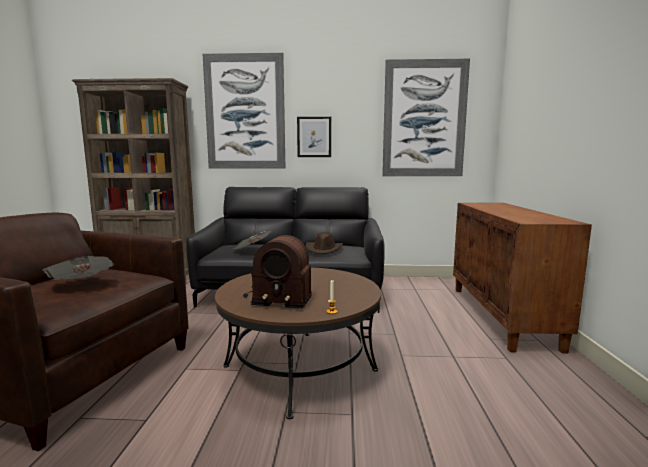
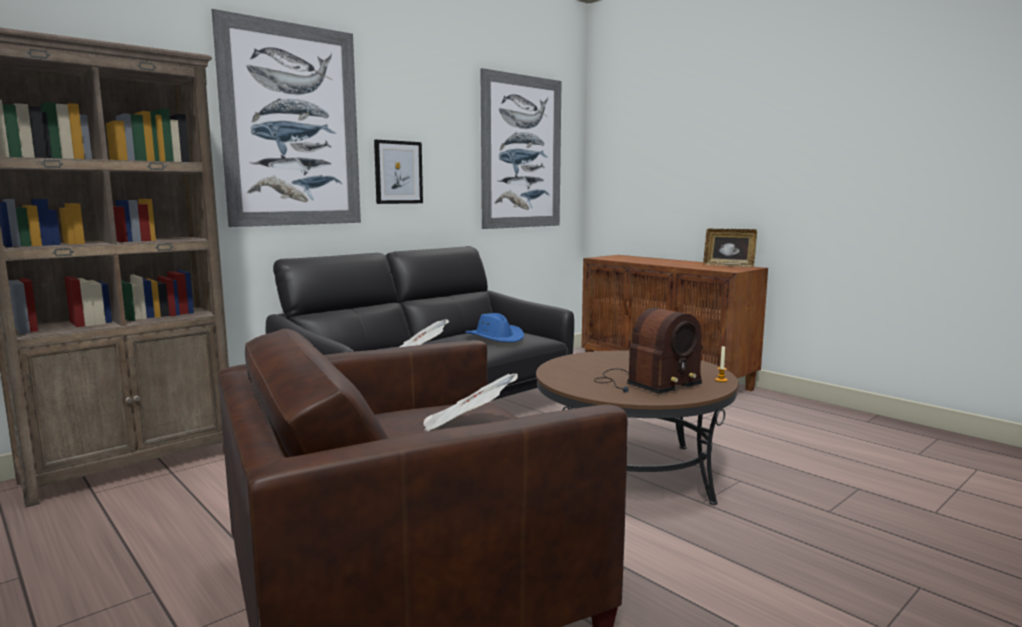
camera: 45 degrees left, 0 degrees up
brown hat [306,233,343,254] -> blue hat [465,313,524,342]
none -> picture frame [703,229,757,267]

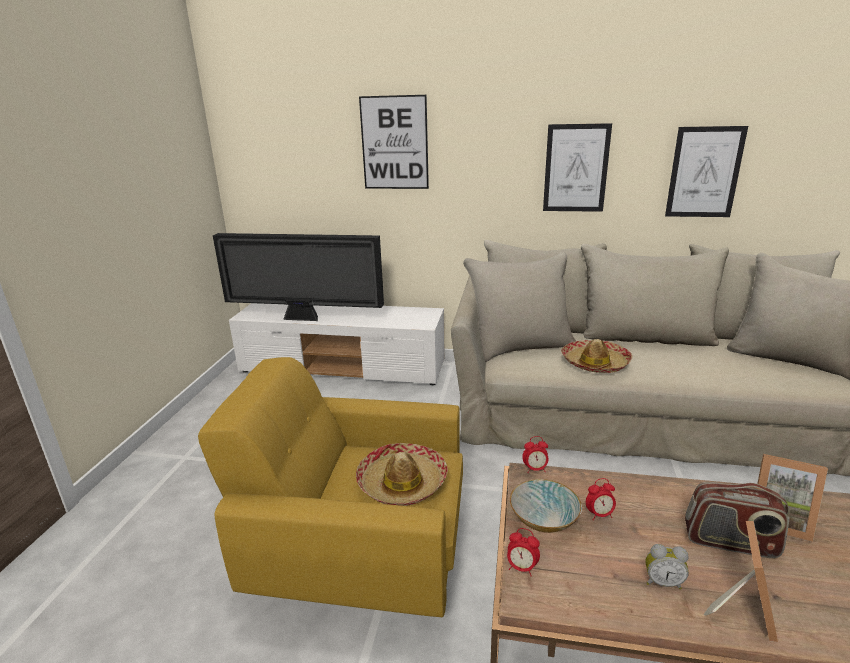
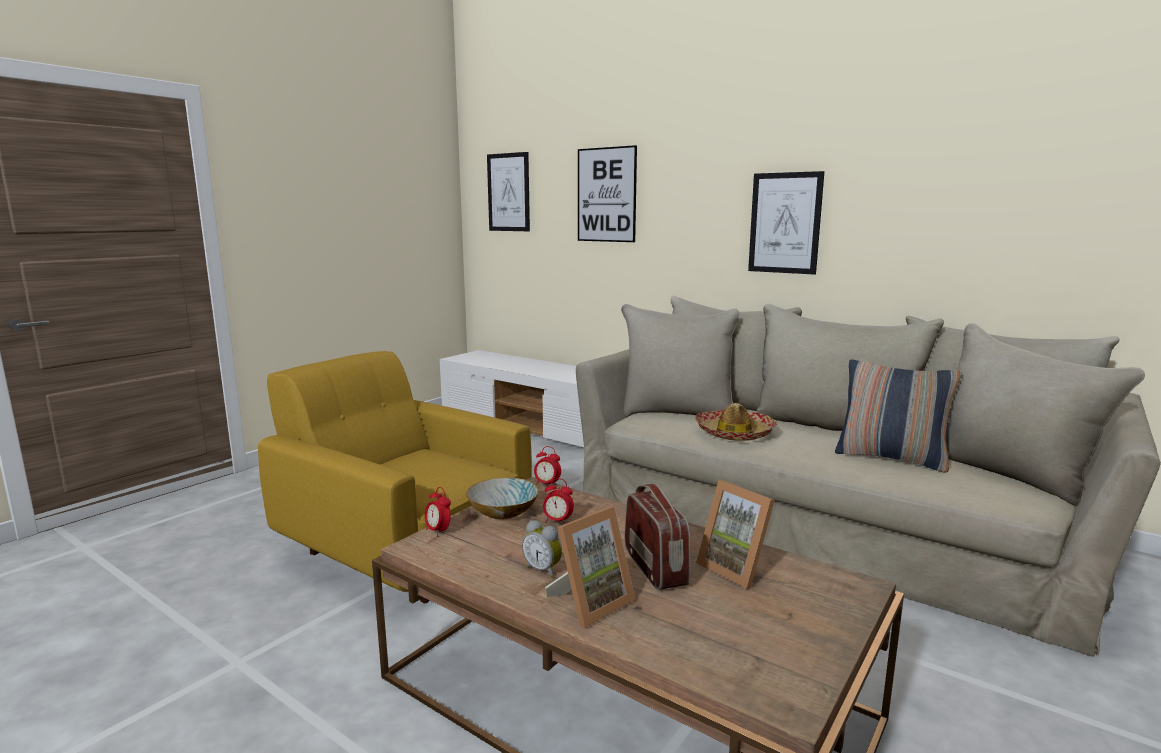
camera: 25 degrees right, 10 degrees down
picture [665,126,748,217] -> picture [487,152,530,231], moved
radio [685,482,790,558] -> radio [625,484,690,590], 150 degrees counterclockwise
none -> pillow [835,359,962,472]
television [213,233,384,321] -> none
hat [356,443,448,506] -> none

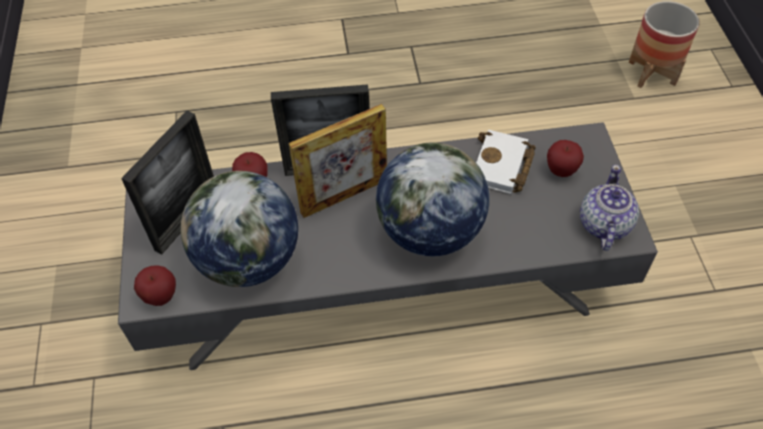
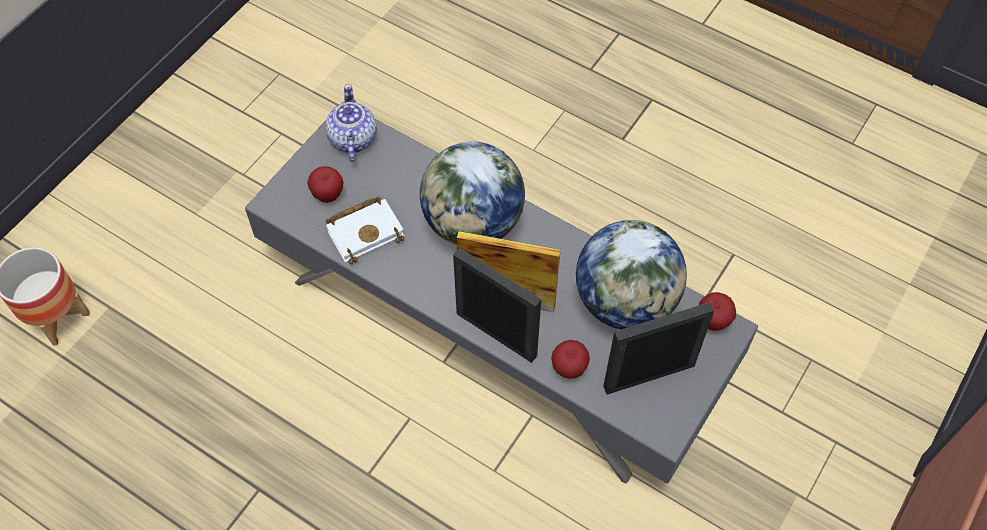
camera: 140 degrees left, 5 degrees up
teapot [580,165,639,251] -> teapot [325,84,377,162], 120 degrees clockwise

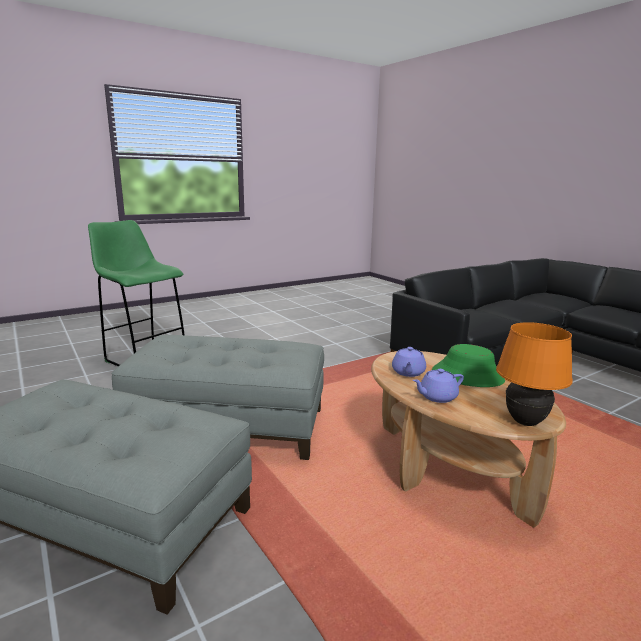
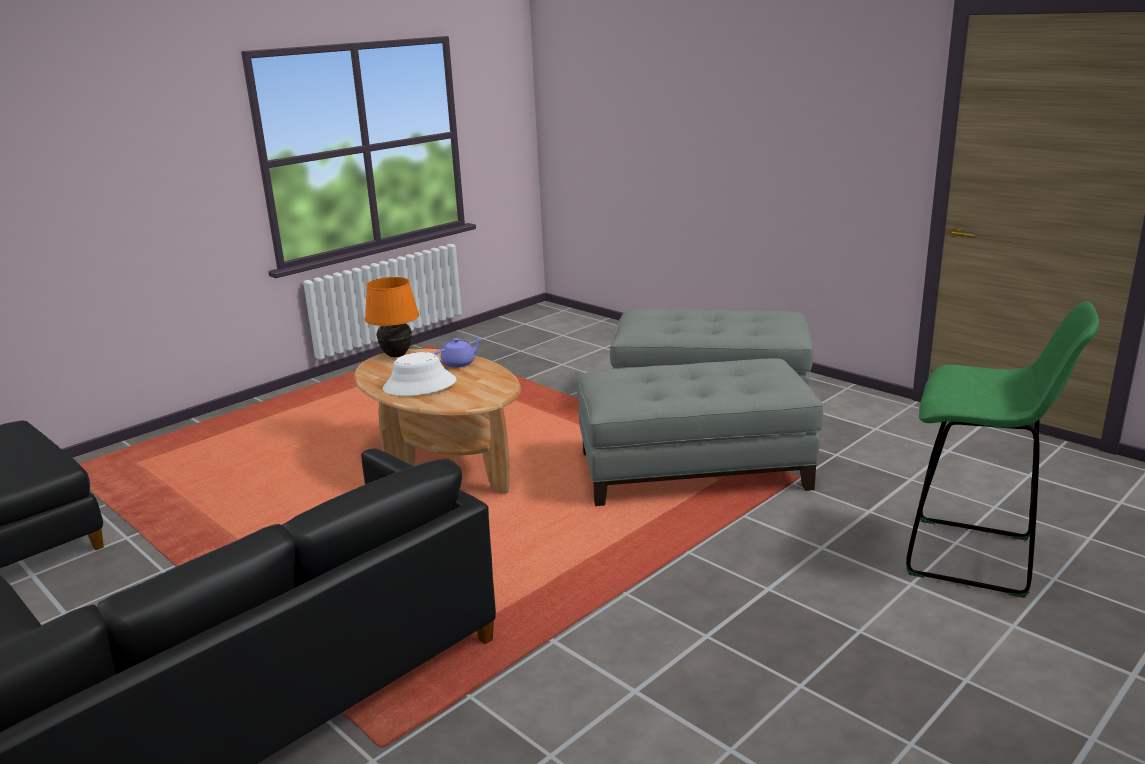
camera: 170 degrees right, 5 degrees up
green hat [432,344,505,387] -> white hat [383,352,457,396]
purple teapot [392,347,426,377] -> none

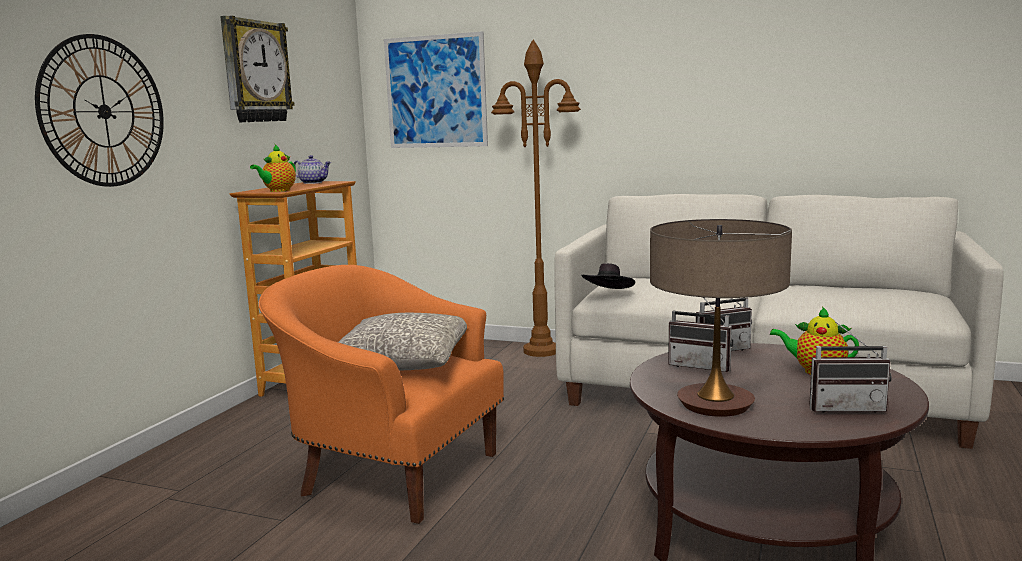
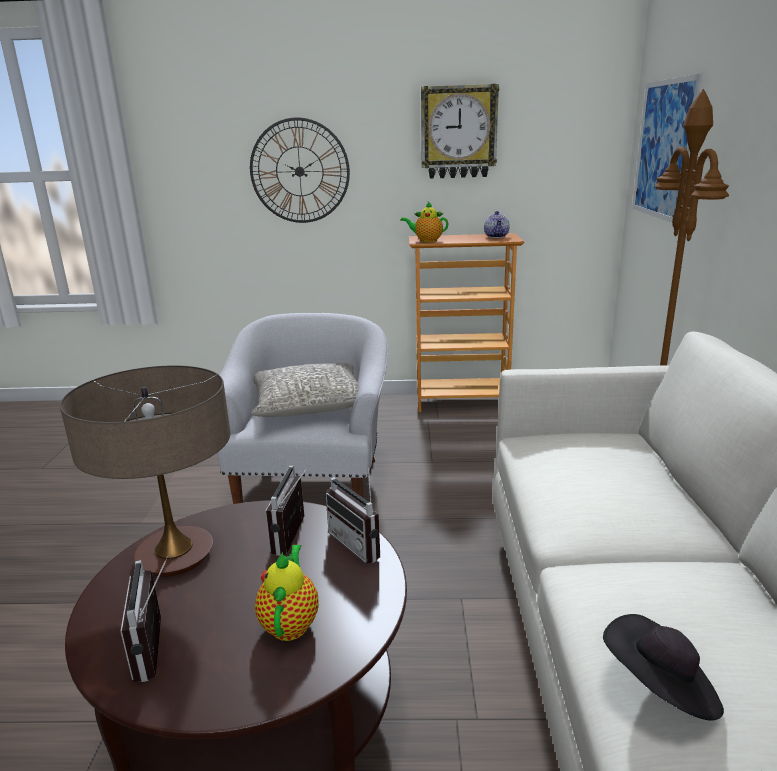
camera: 70 degrees right, 10 degrees up
orange armchair [259,265,504,524] -> white armchair [217,313,388,504]
black hat [581,263,635,289] -> black hat [603,614,724,720], moved

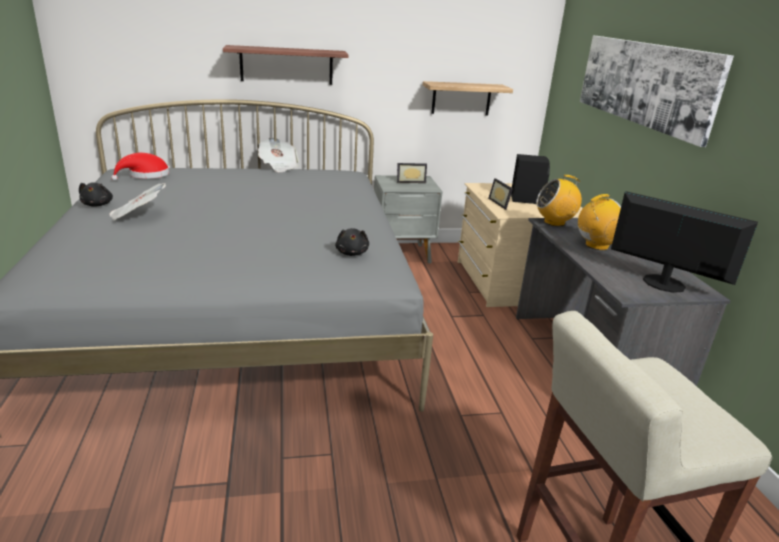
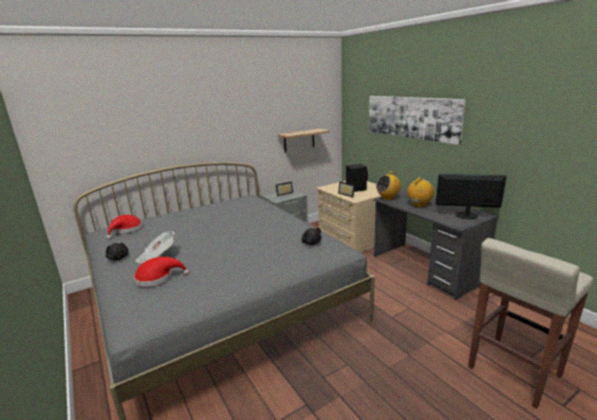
camera: 20 degrees left, 5 degrees down
none -> red hat [134,257,189,287]
shelf [223,45,349,85] -> none
newspaper [258,137,299,172] -> none

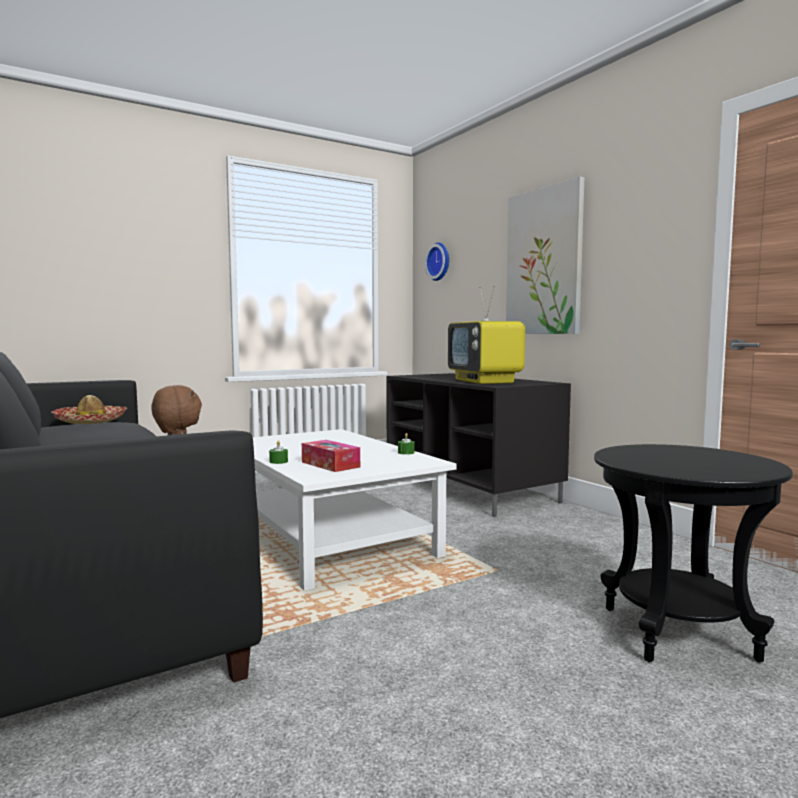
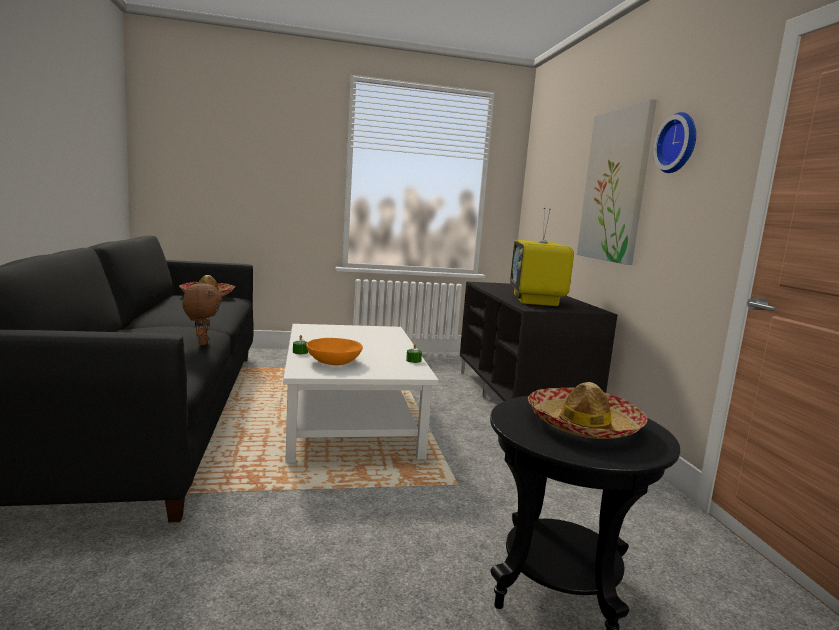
camera: 20 degrees right, 5 degrees up
tissue box [302,440,360,472] -> orange bowl [306,338,363,365]
none -> hat [528,382,648,439]
wall clock [425,242,449,281] -> wall clock [653,112,696,173], moved

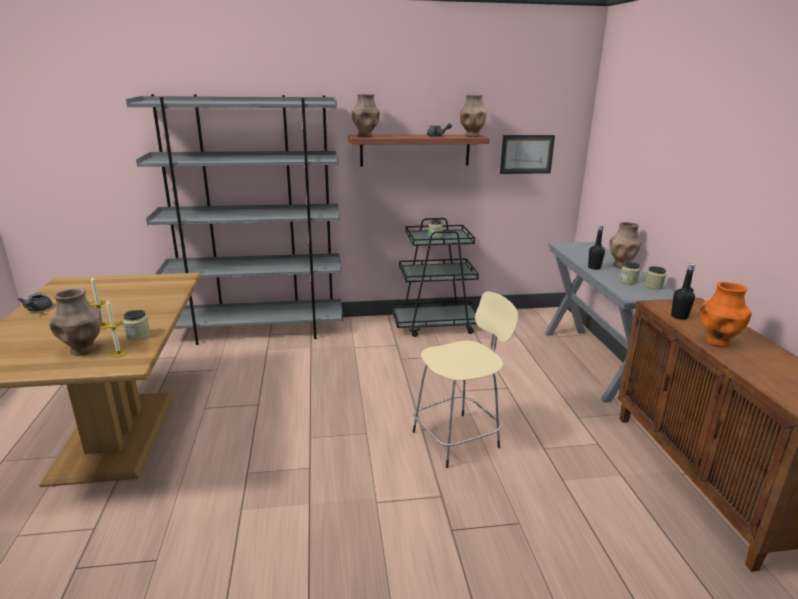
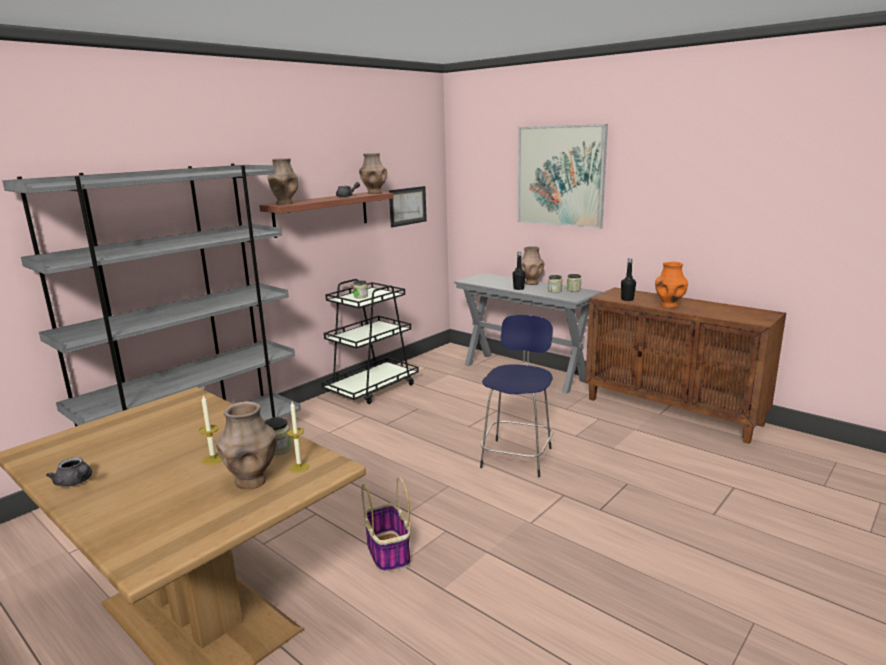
camera: 40 degrees left, 5 degrees down
none -> basket [362,476,411,572]
beige stool [413,291,519,468] -> blue stool [480,315,553,477]
none -> picture [517,124,608,229]

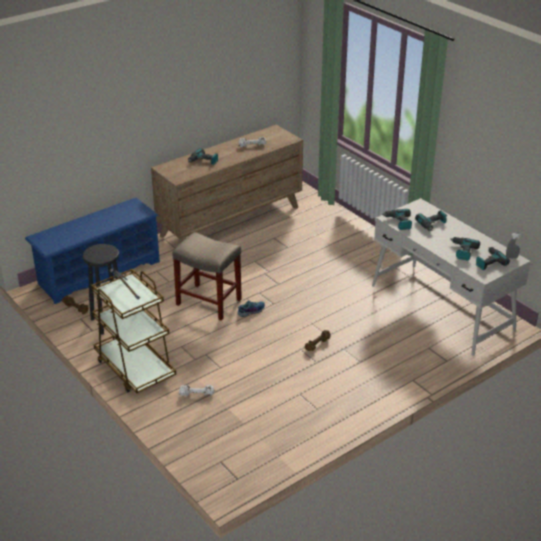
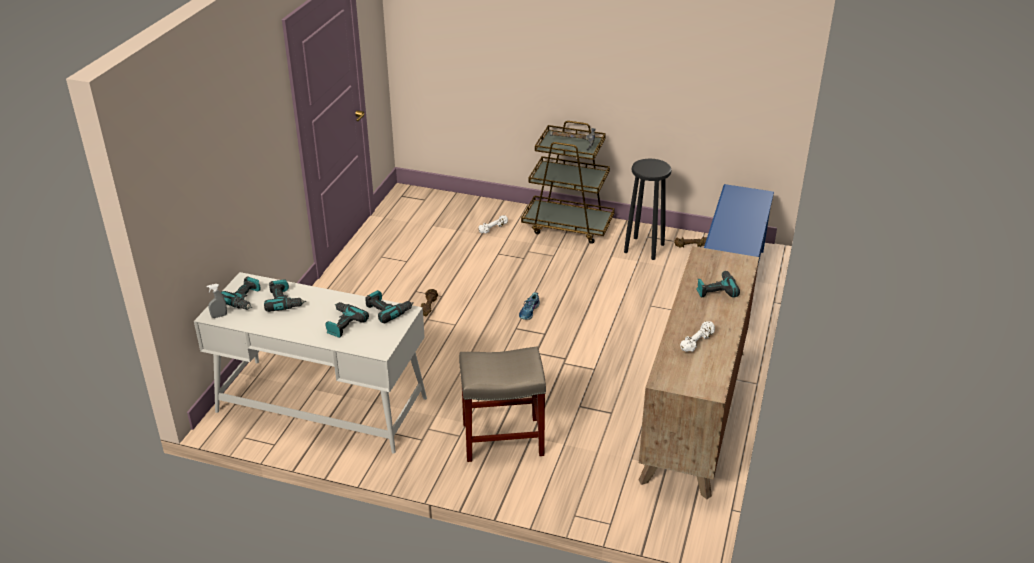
camera: 145 degrees right, 0 degrees up
beige stool [172,232,242,320] -> beige stool [459,347,546,462], moved

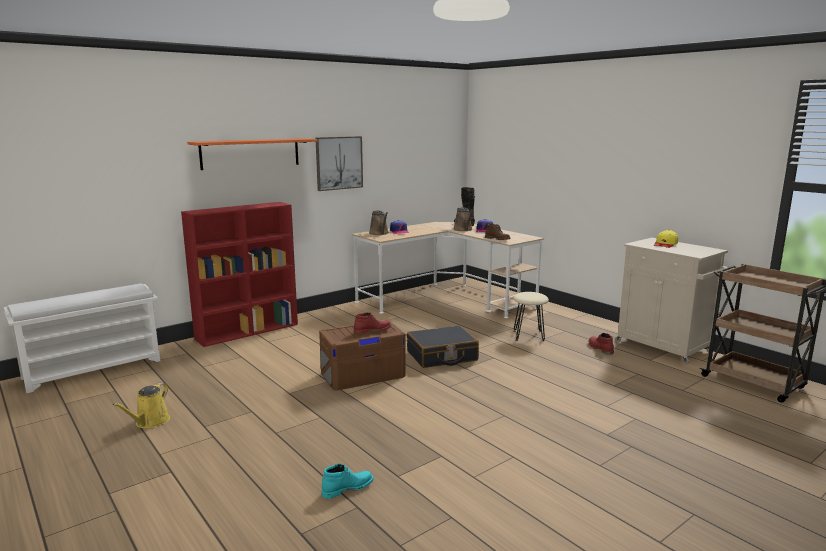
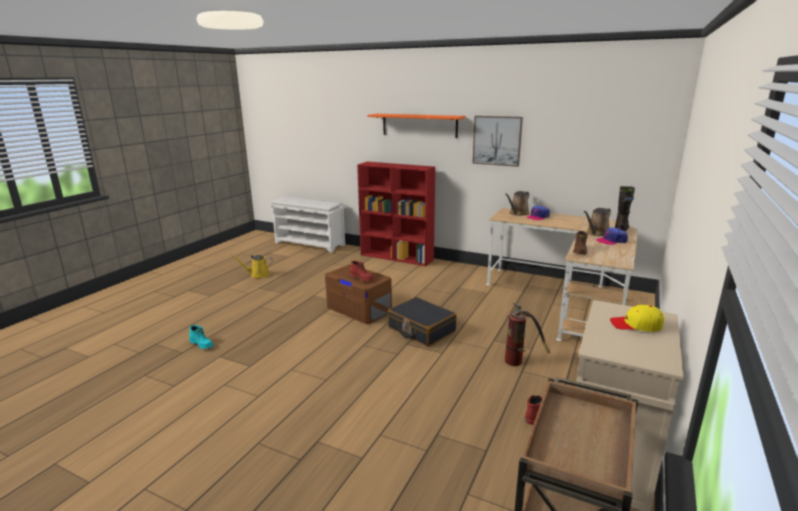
camera: 65 degrees right, 5 degrees up
beige stool [513,292,549,342] -> fire extinguisher [505,303,550,366]

